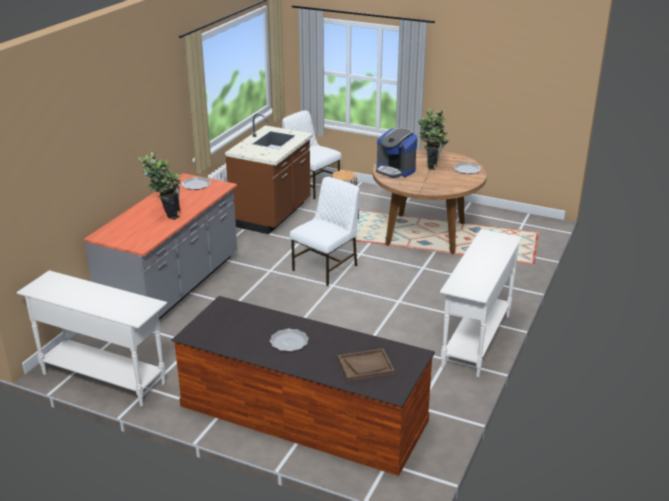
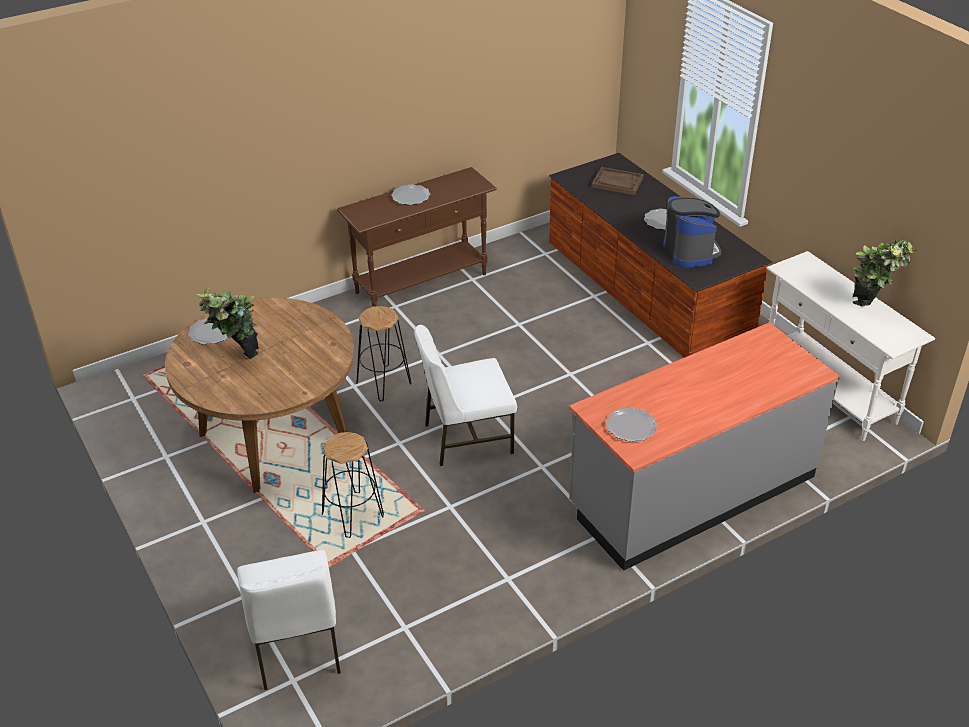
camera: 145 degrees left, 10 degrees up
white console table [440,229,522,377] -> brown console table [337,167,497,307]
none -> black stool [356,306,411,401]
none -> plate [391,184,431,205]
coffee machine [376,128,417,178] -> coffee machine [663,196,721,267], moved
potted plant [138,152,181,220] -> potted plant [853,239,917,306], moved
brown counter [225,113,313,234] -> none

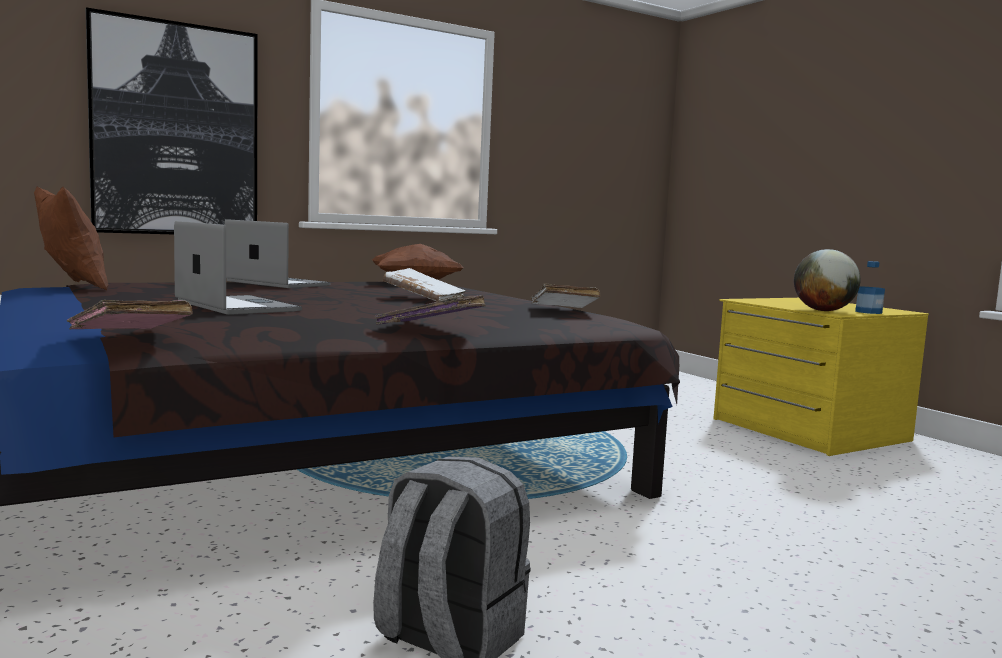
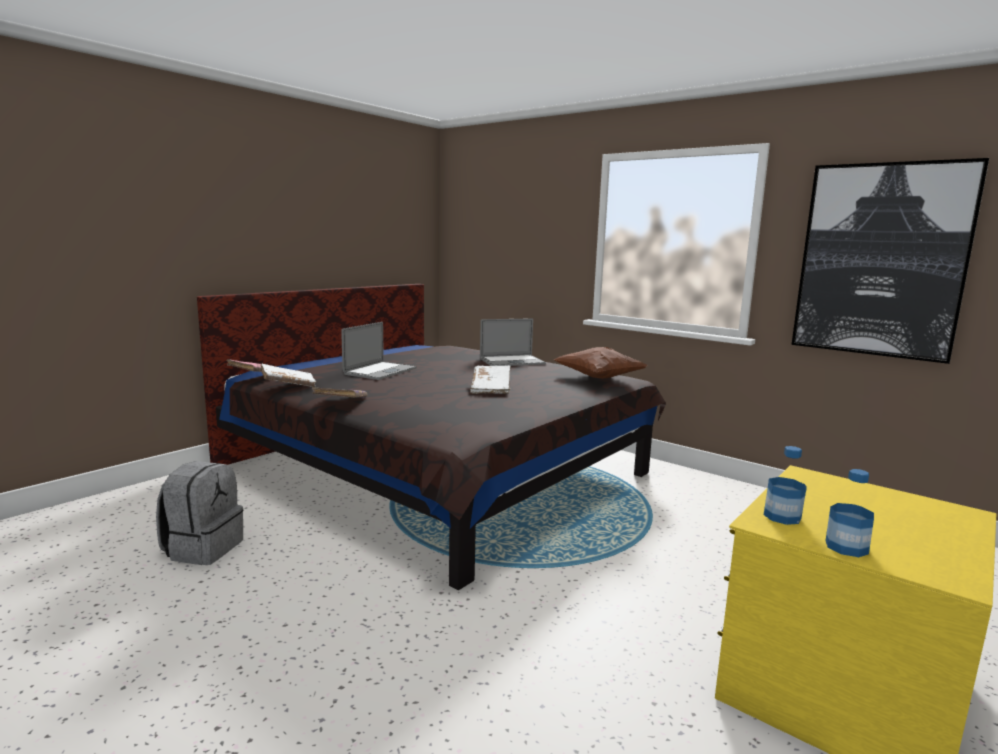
camera: 70 degrees right, 5 degrees up
white book [530,283,600,308] -> white book [260,364,316,387], moved
laptop [224,219,330,288] -> laptop [480,318,546,366], 60 degrees clockwise
globe [794,249,861,311] -> bottle [764,446,807,525]
picture [85,7,258,234] -> picture [791,158,989,364], moved
brown pillow [34,186,108,291] -> none

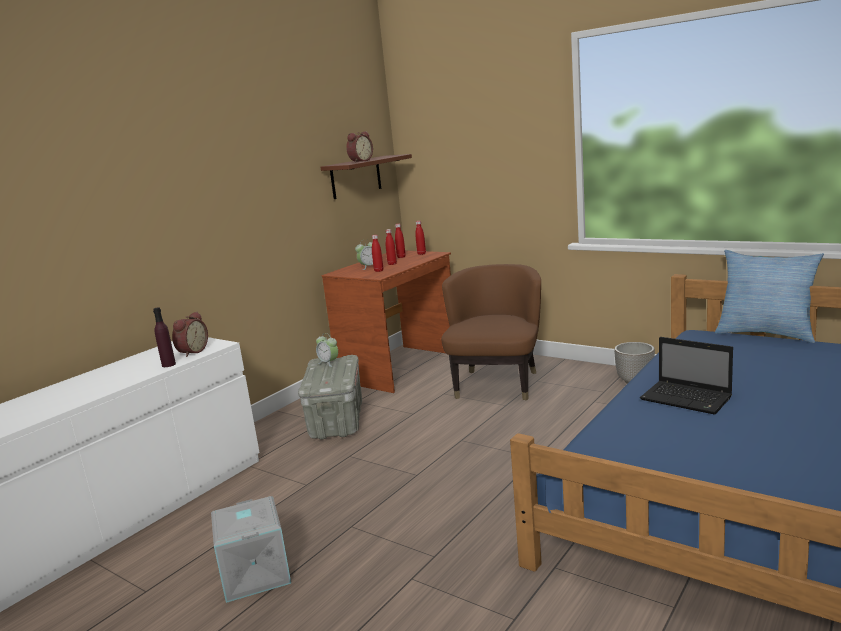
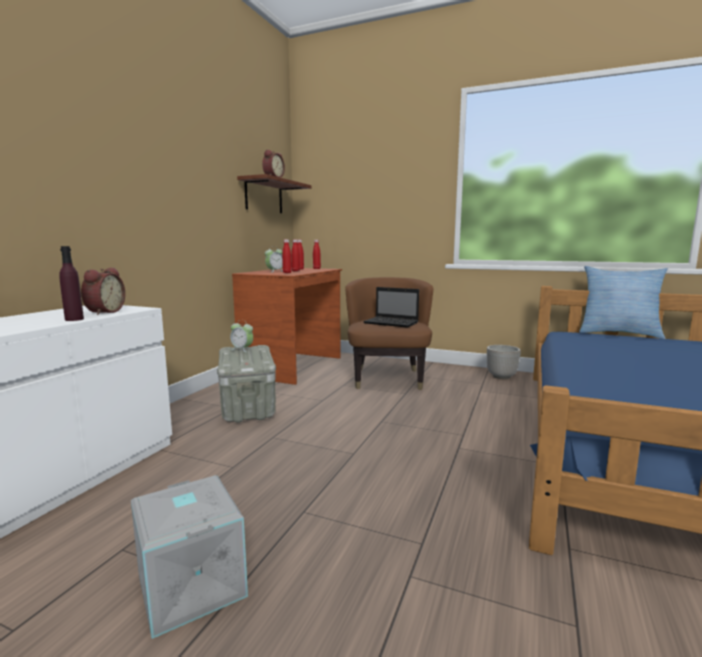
camera: 15 degrees left, 5 degrees down
laptop [640,337,733,415] -> laptop [363,287,419,328], moved

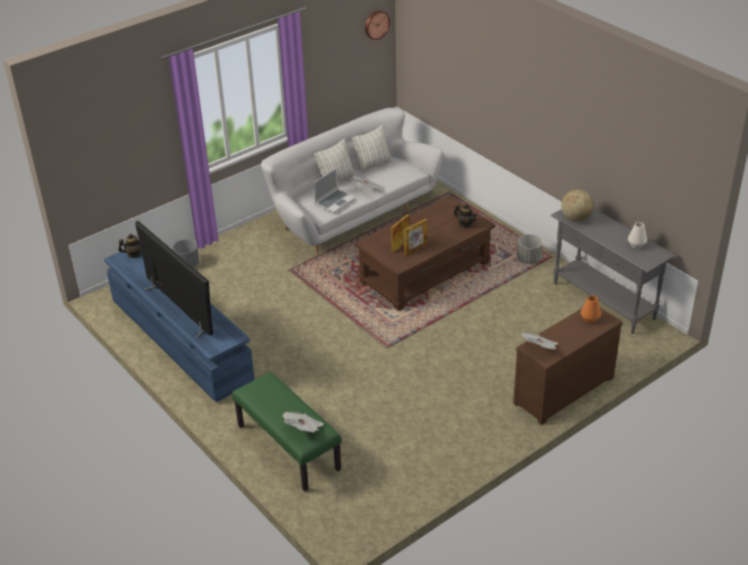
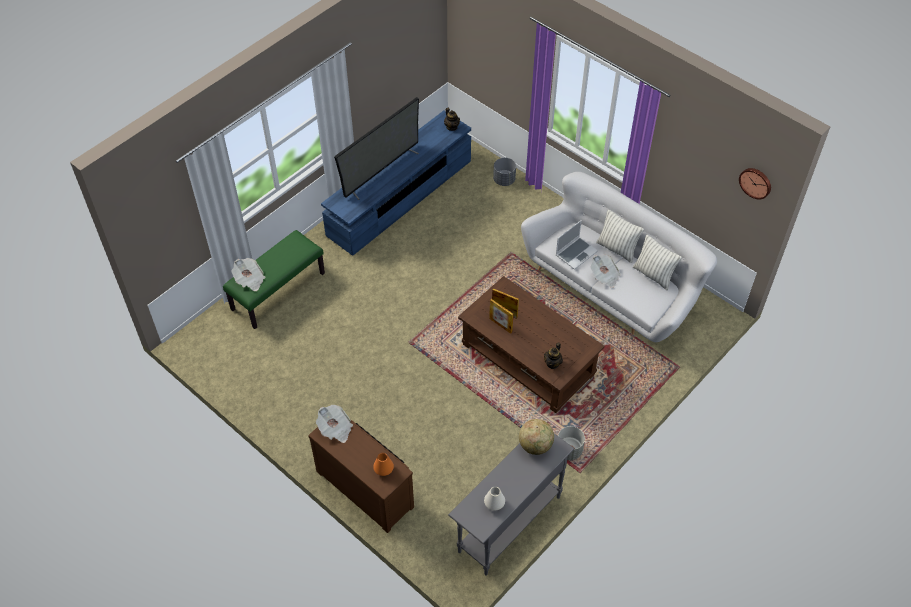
camera: 80 degrees right, 15 degrees up
laptop [313,168,356,213] -> laptop [556,220,598,270], 75 degrees counterclockwise

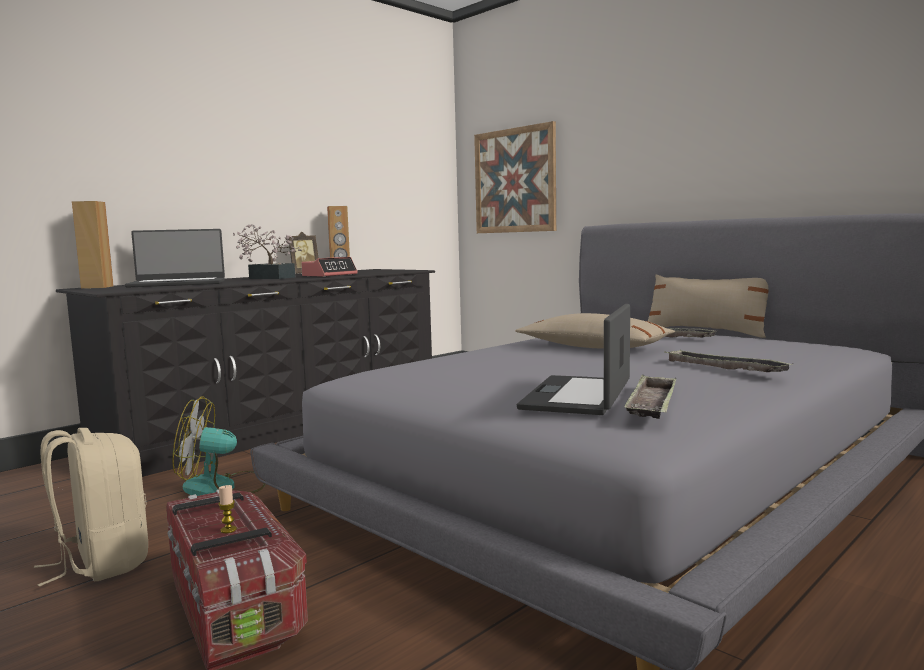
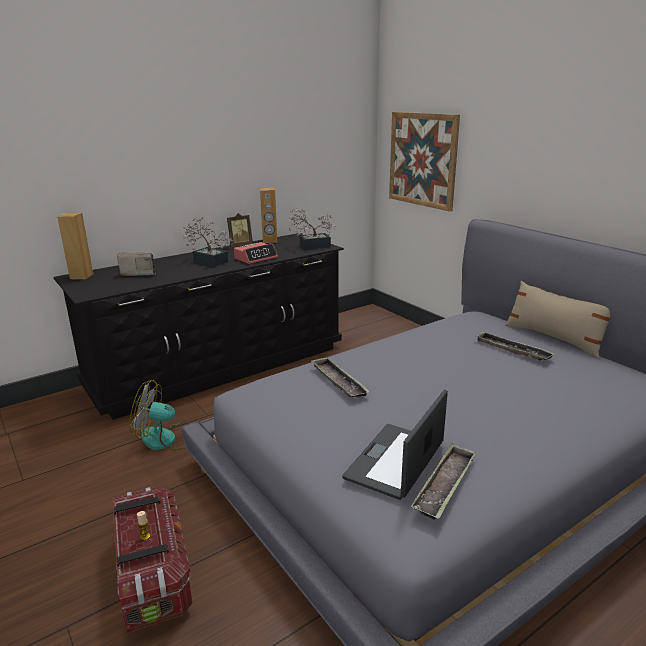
camera: 10 degrees right, 15 degrees up
laptop [125,229,225,288] -> radio [117,253,156,276]
none -> potted plant [289,208,336,250]
tray [665,350,792,372] -> tray [311,357,370,398], moved
beige backpack [34,428,148,587] -> none
beige pillow [515,313,675,349] -> none

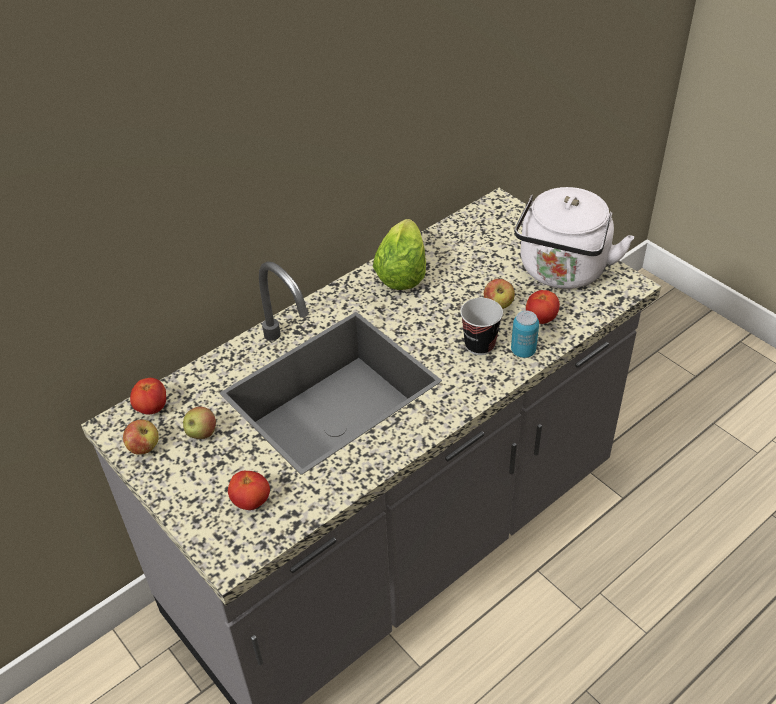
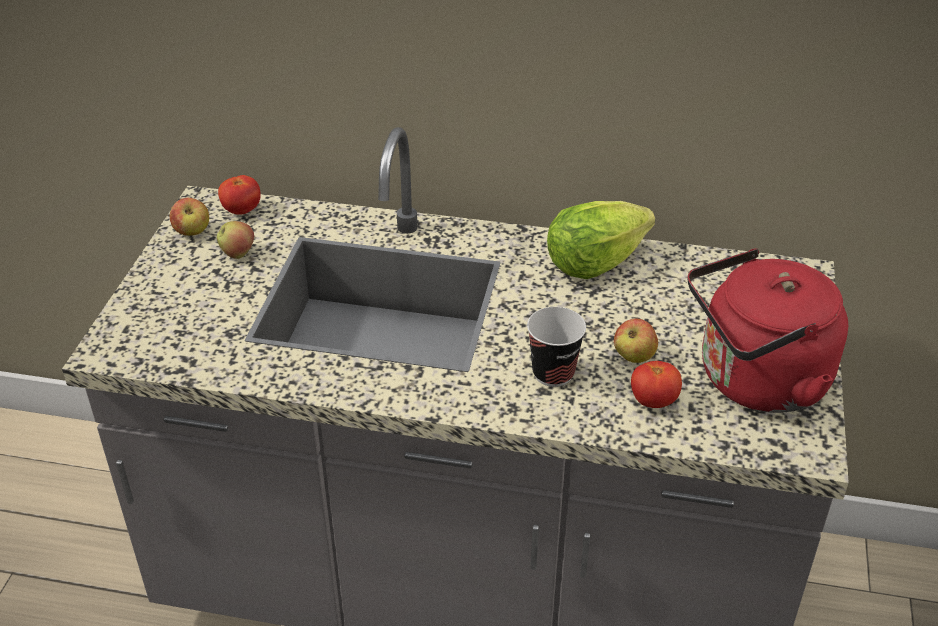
camera: 50 degrees right, 5 degrees down
white kettle [514,187,634,289] -> red kettle [688,249,848,413]
tomato [228,471,270,510] -> none
can [511,311,539,358] -> none

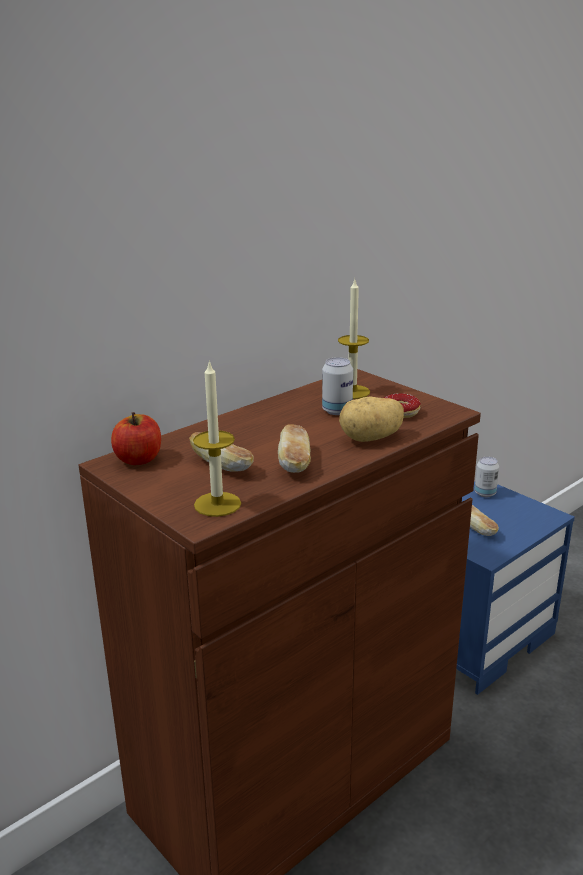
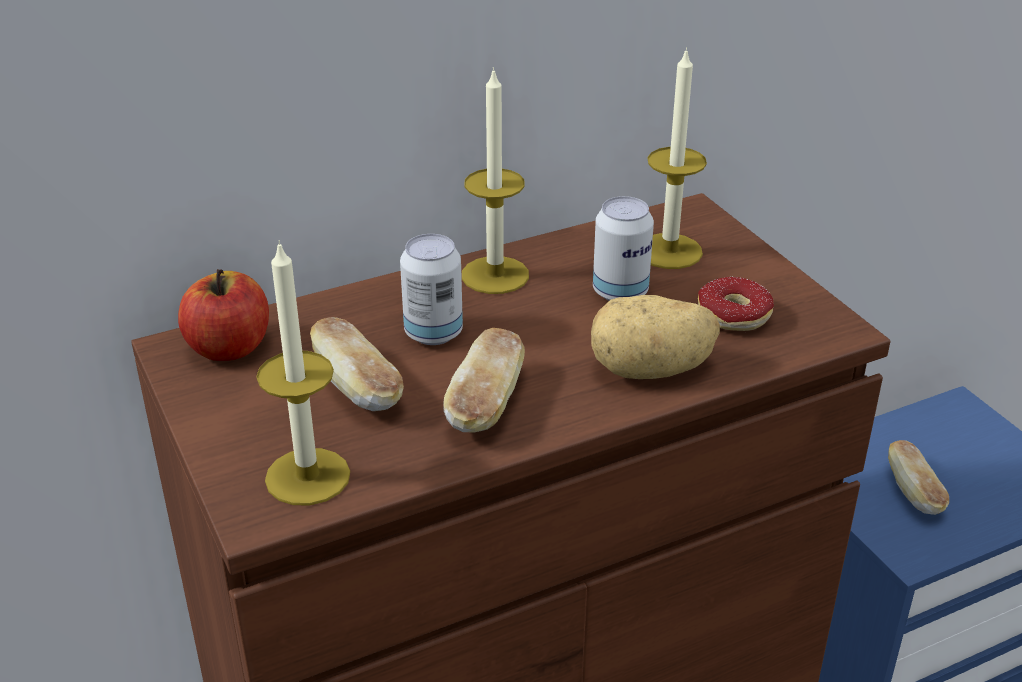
camera: 15 degrees right, 10 degrees up
can [475,457,499,497] -> can [400,234,463,345], moved
none -> candle [462,67,529,294]

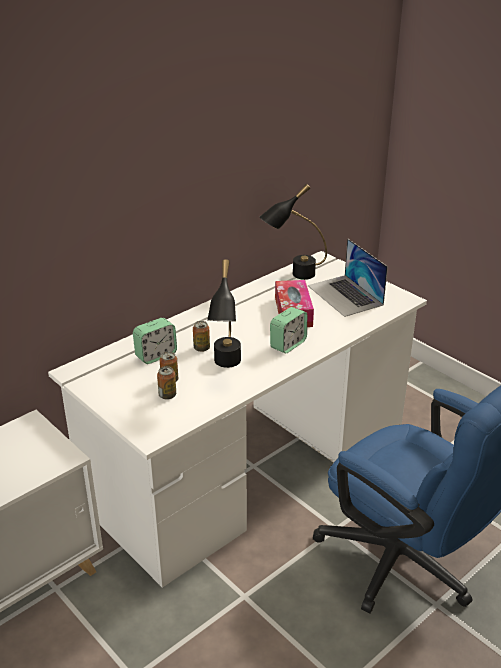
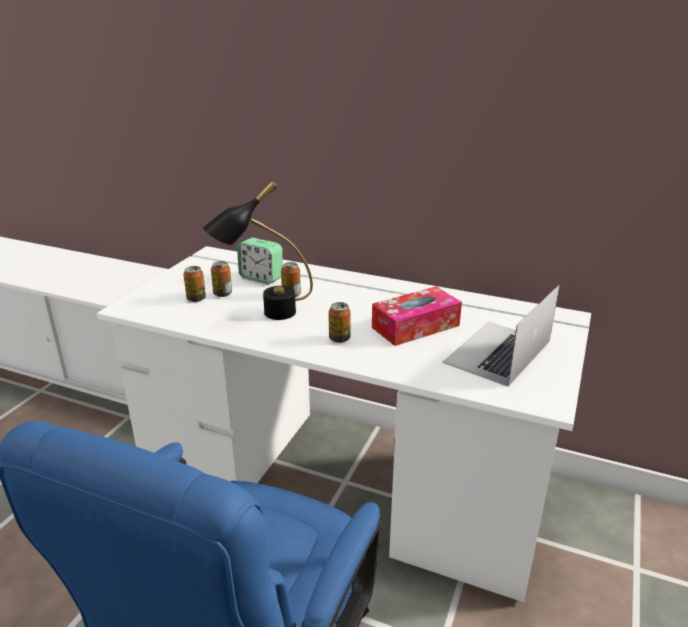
camera: 65 degrees right, 5 degrees down
alarm clock [270,307,307,354] -> can [329,302,351,343]
black table lamp [260,184,327,280] -> none

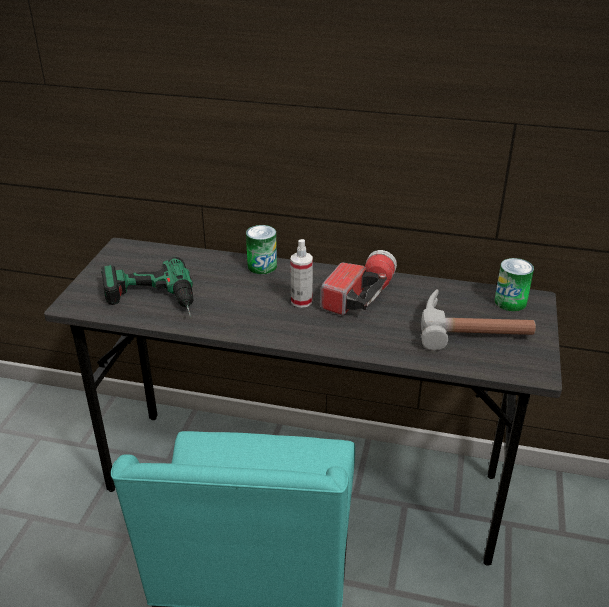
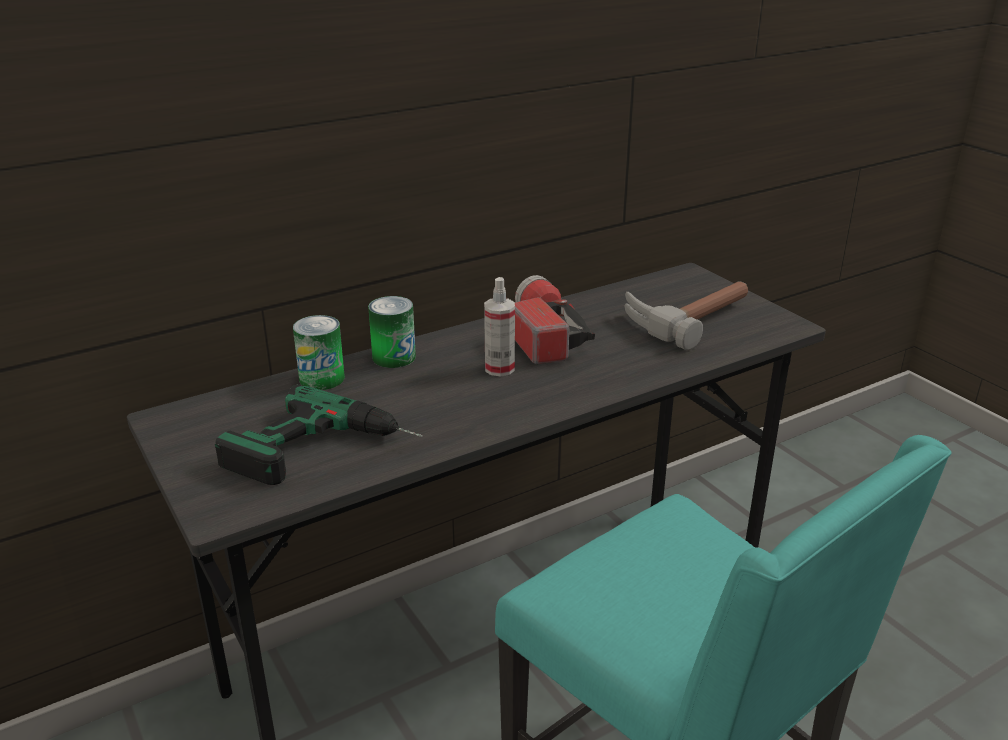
camera: 45 degrees left, 5 degrees down
can [494,258,534,311] -> can [293,315,345,390], moved

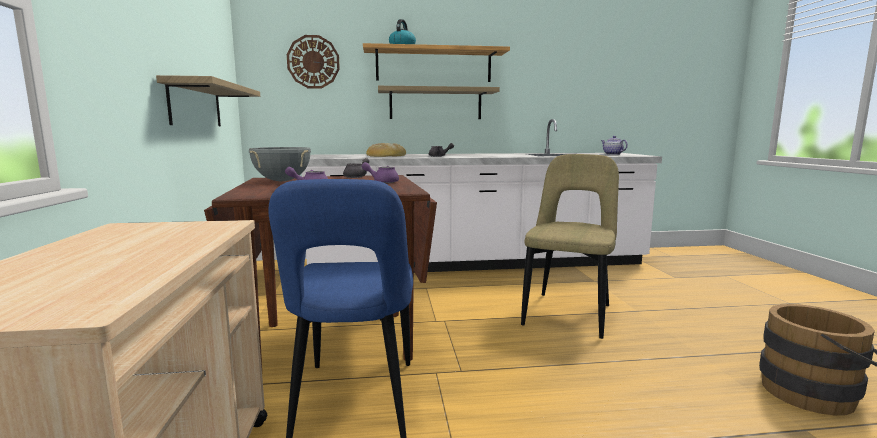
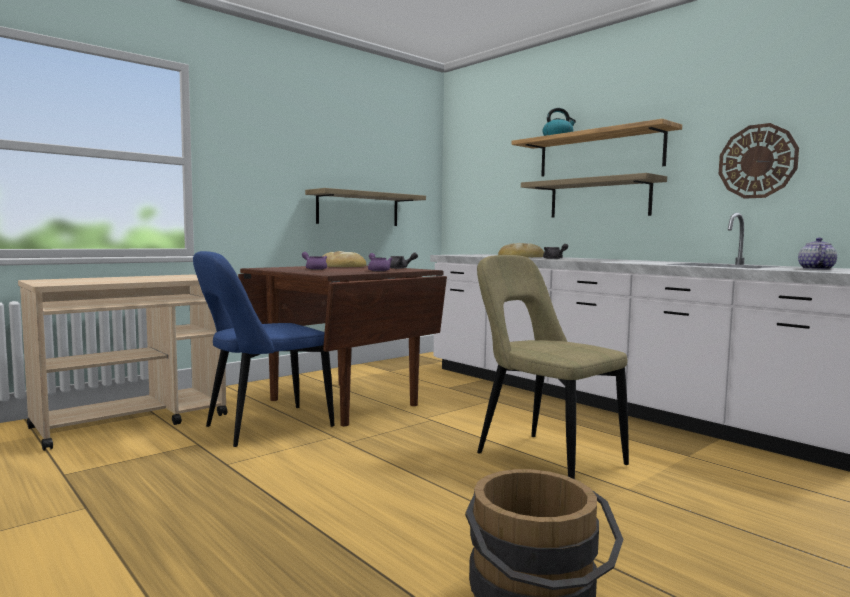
camera: 55 degrees right, 5 degrees down
grey cooking pot [249,147,311,181] -> bread [323,251,366,267]
beige chair [521,154,619,339] -> beige chair [477,255,629,479], 120 degrees counterclockwise
wall clock [287,35,340,89] -> wall clock [719,123,799,199], moved

